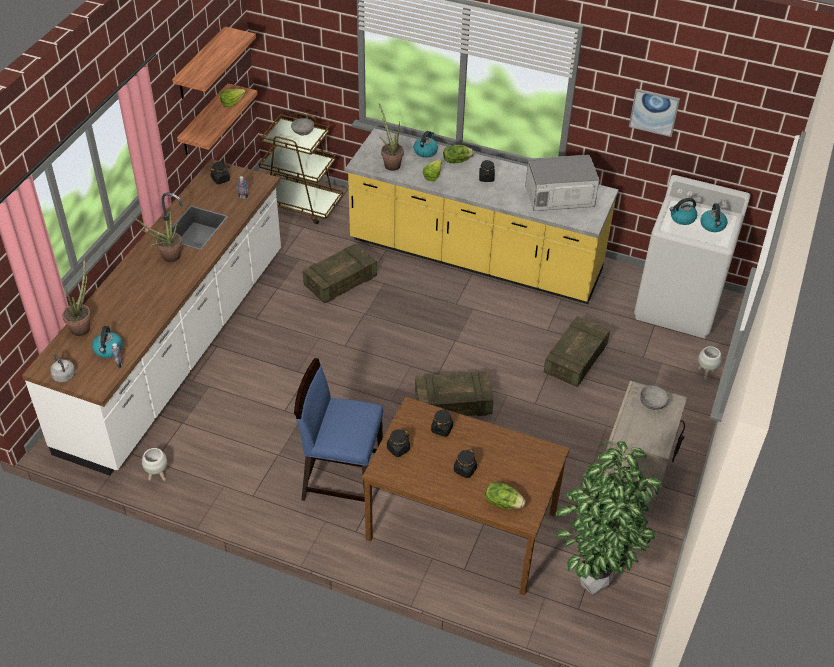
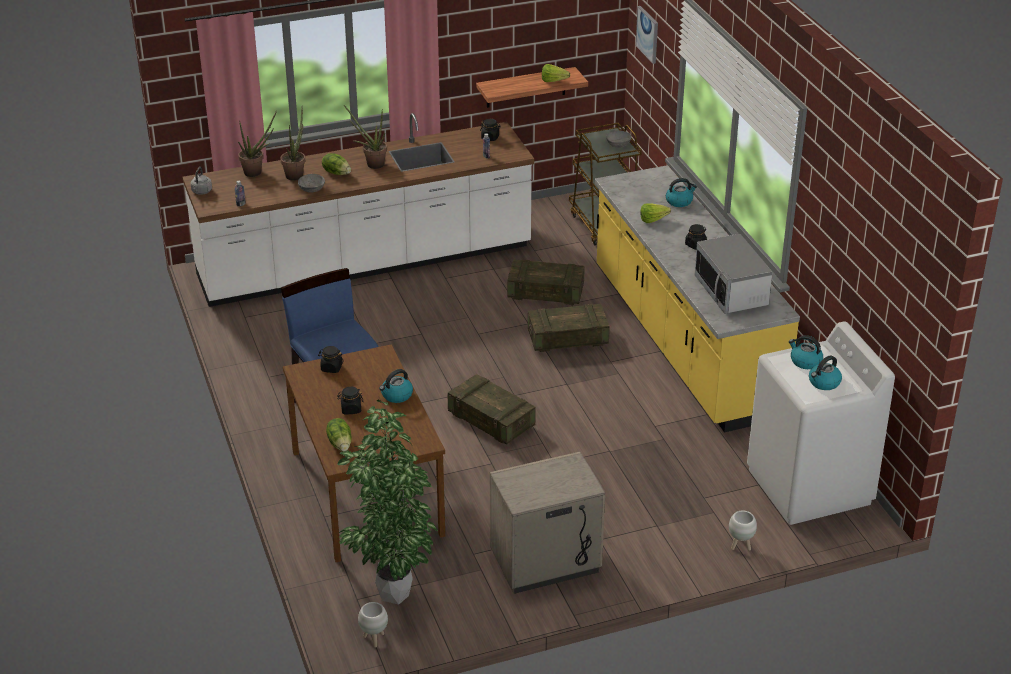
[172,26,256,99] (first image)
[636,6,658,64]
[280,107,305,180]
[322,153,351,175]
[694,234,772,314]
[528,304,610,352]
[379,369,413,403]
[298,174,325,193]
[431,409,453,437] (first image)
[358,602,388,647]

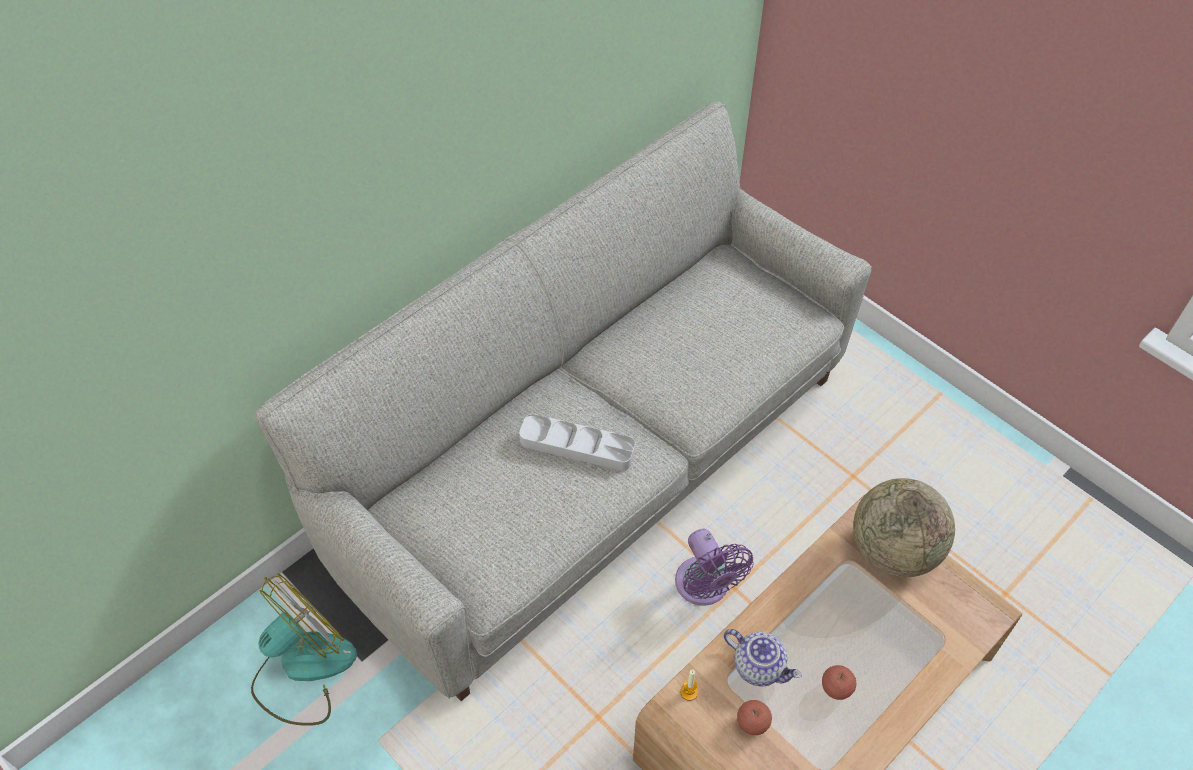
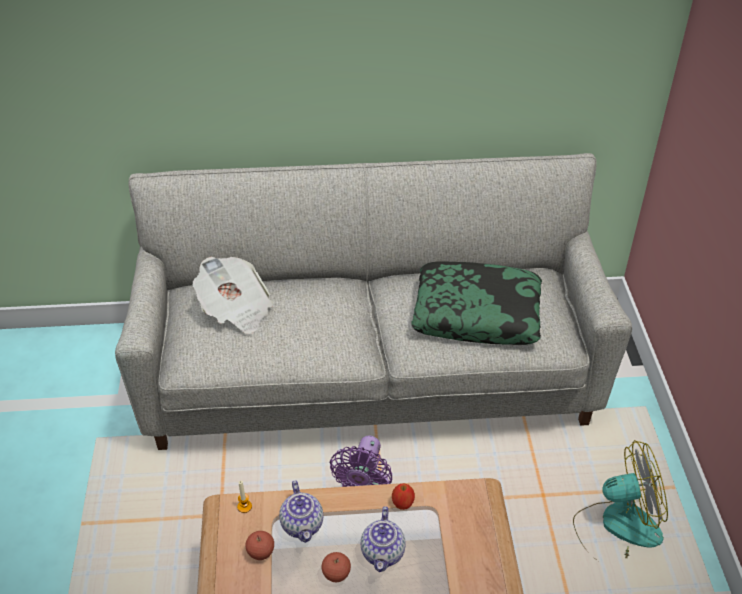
[519,414,636,471] (first image)
[853,478,955,577] (first image)
[573,440,668,561]
[193,257,274,334]
[411,262,542,345]
[392,483,415,510]
[361,506,406,572]

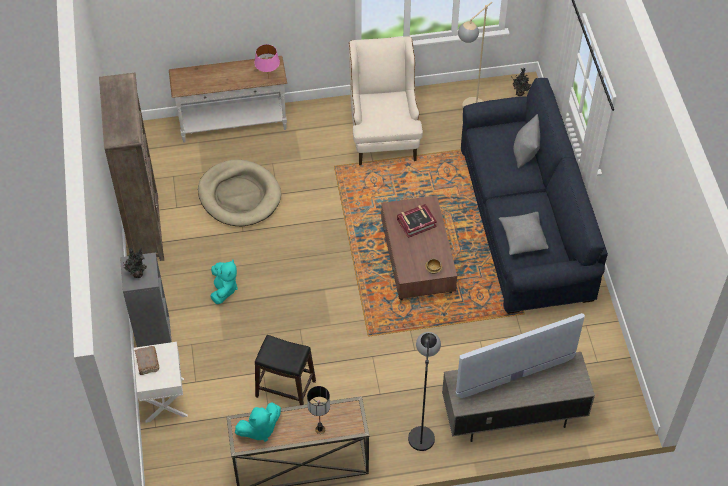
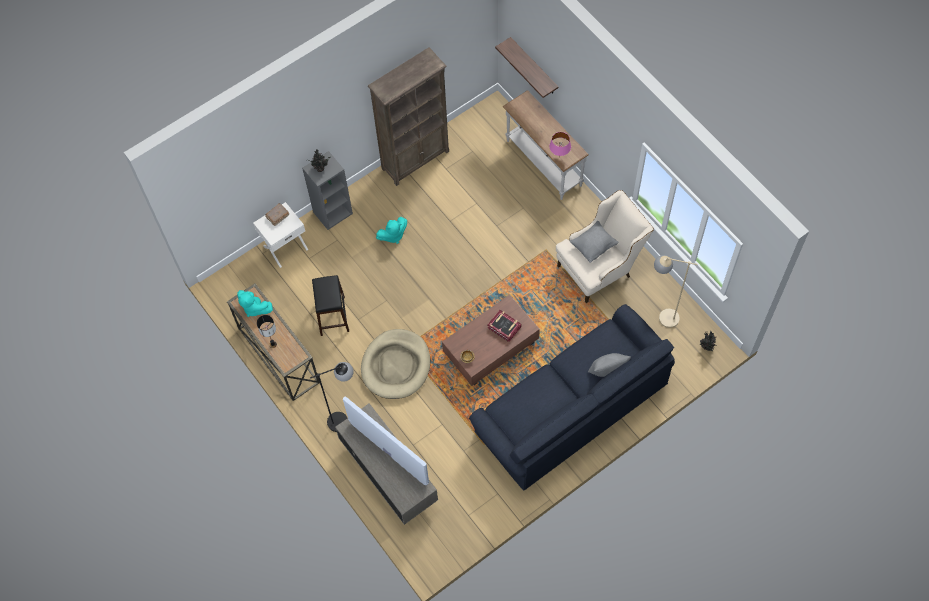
[361,329,430,399]
[570,221,618,263]
[495,37,558,98]

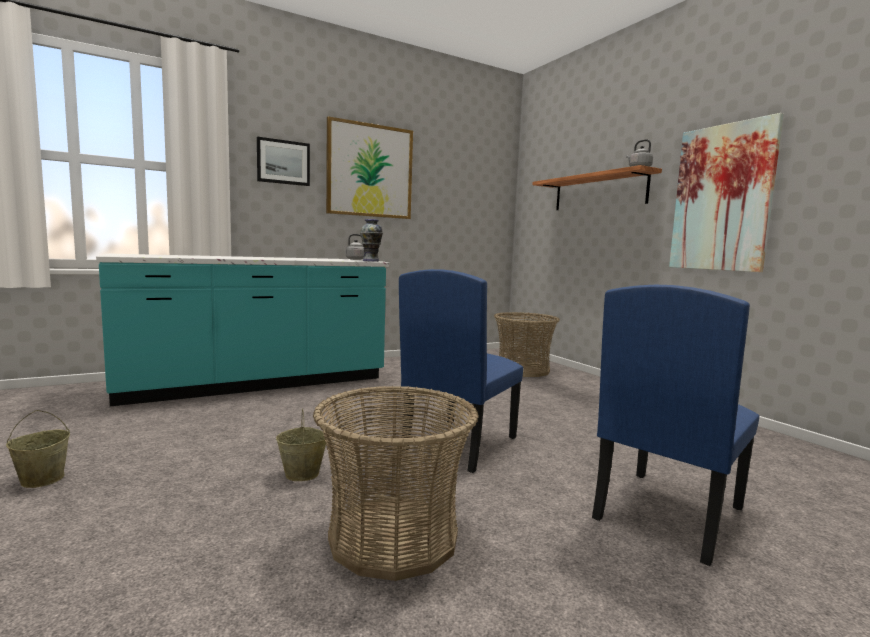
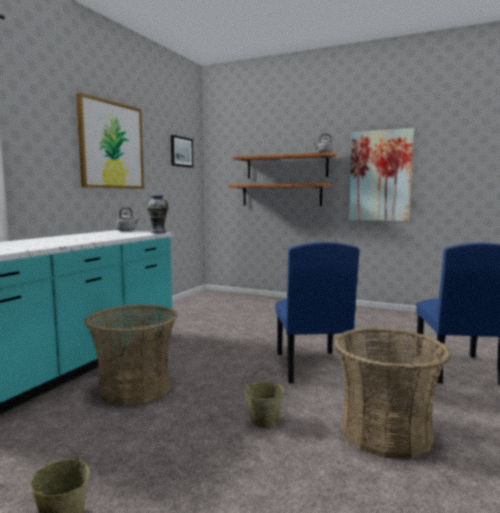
[171,135,193,168]
[84,304,178,405]
[228,184,330,206]

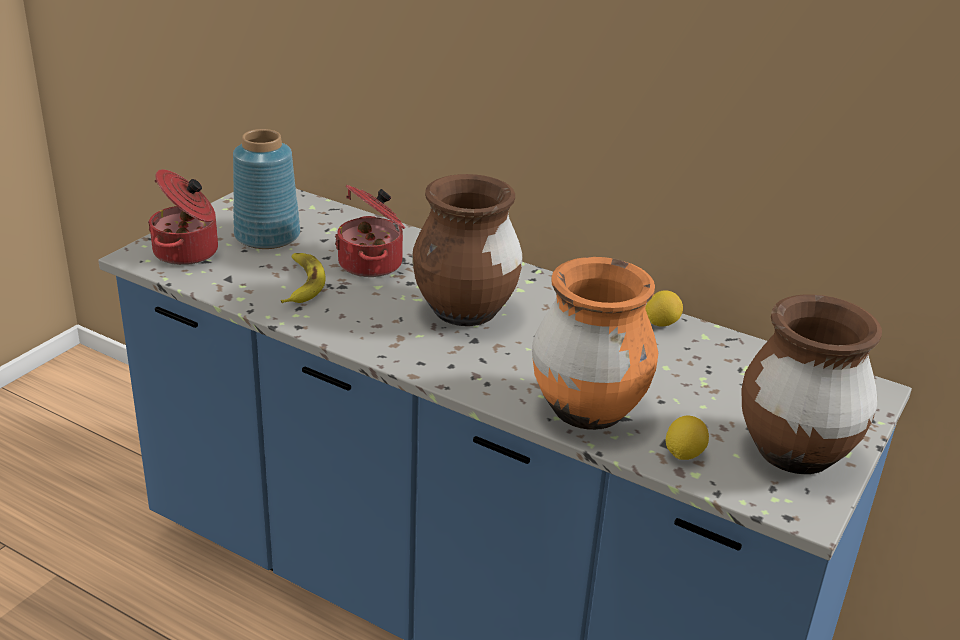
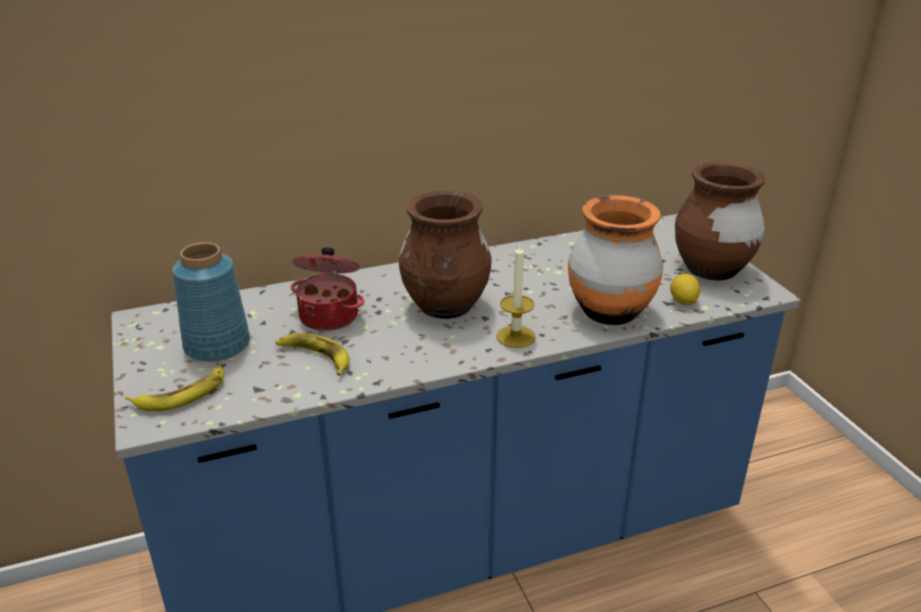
[125,366,225,411]
[645,290,683,327] (first image)
[496,244,536,348]

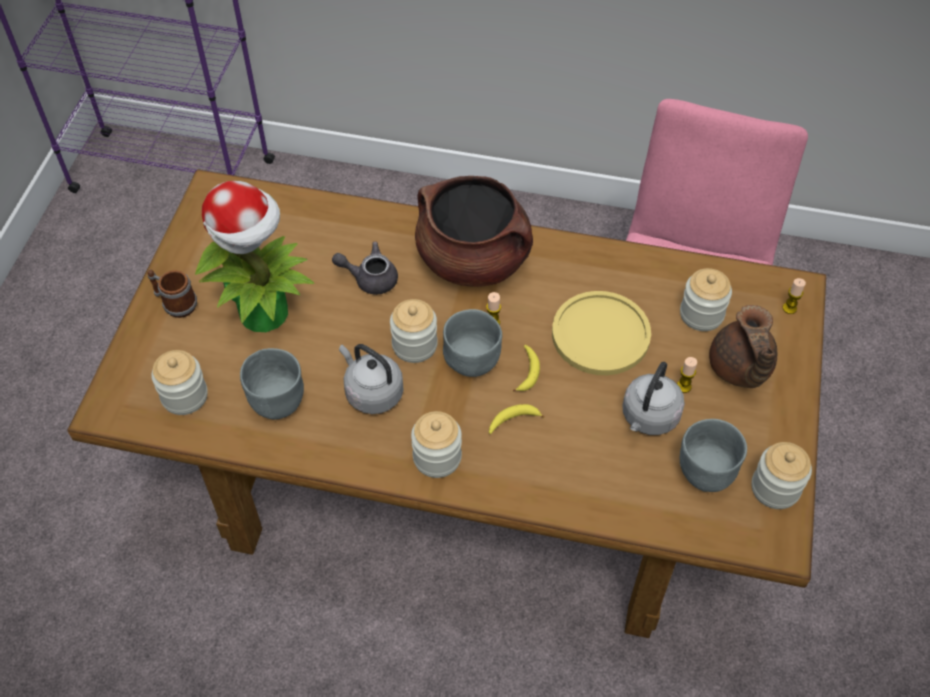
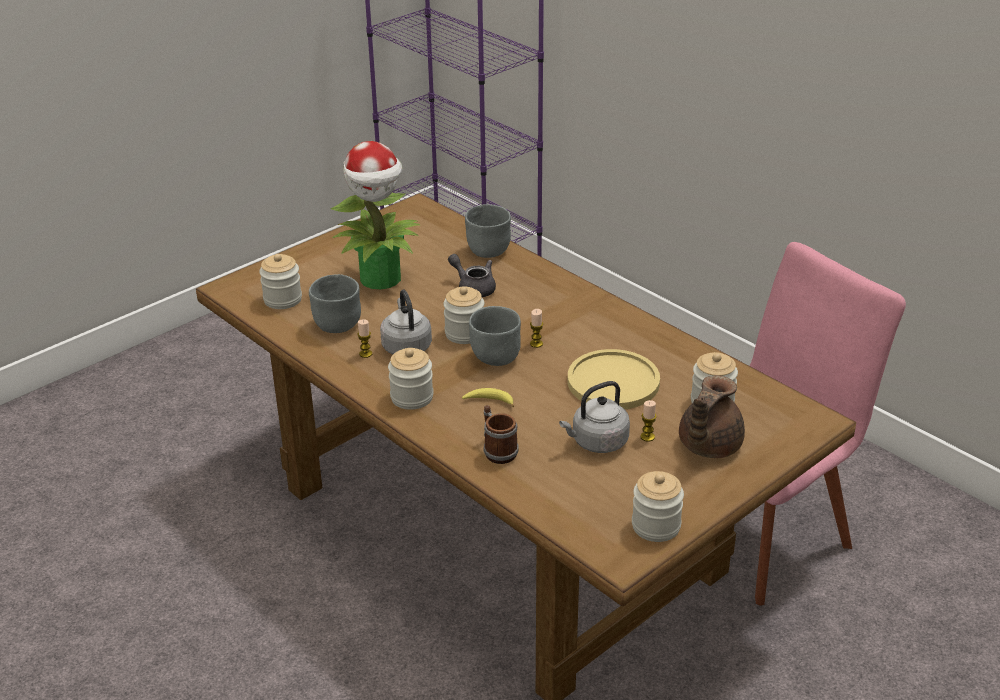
[415,176,533,287] (first image)
[484,405,519,464]
[357,319,372,358]
[513,345,540,392] (first image)
[465,204,511,258]

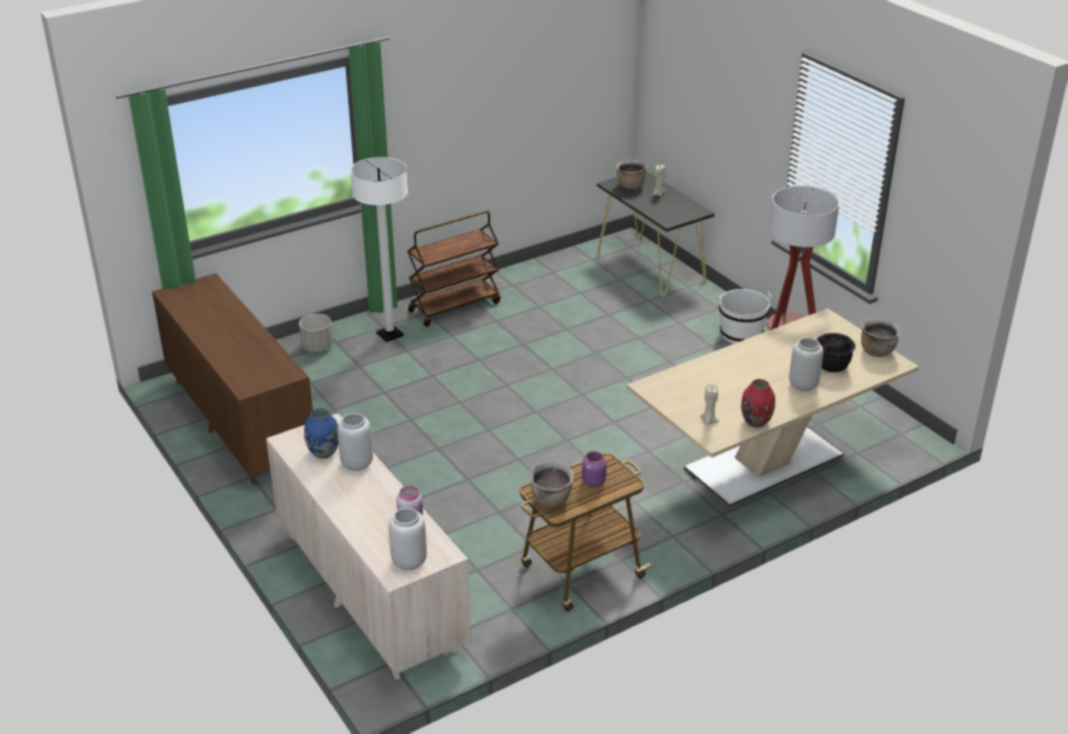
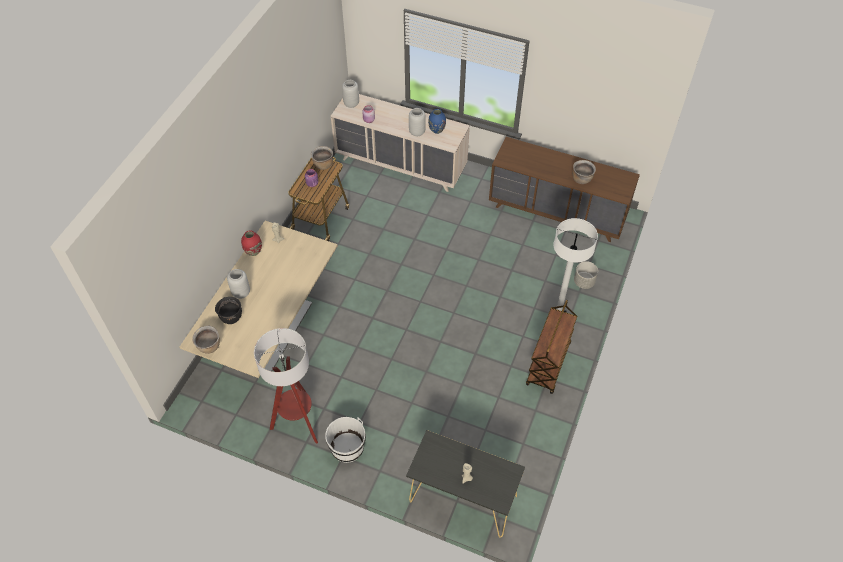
[573,160,596,184]

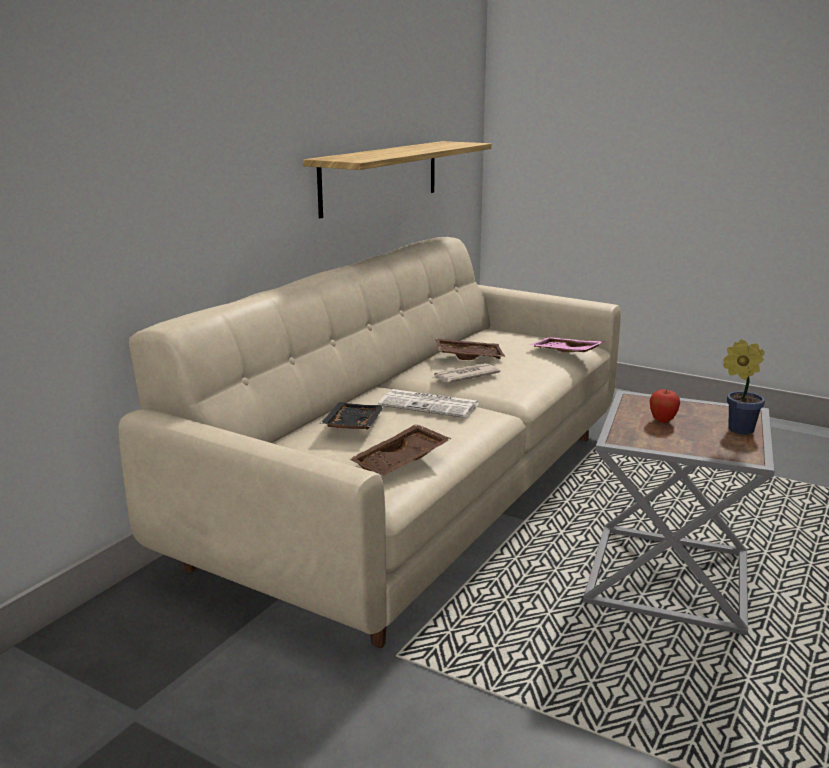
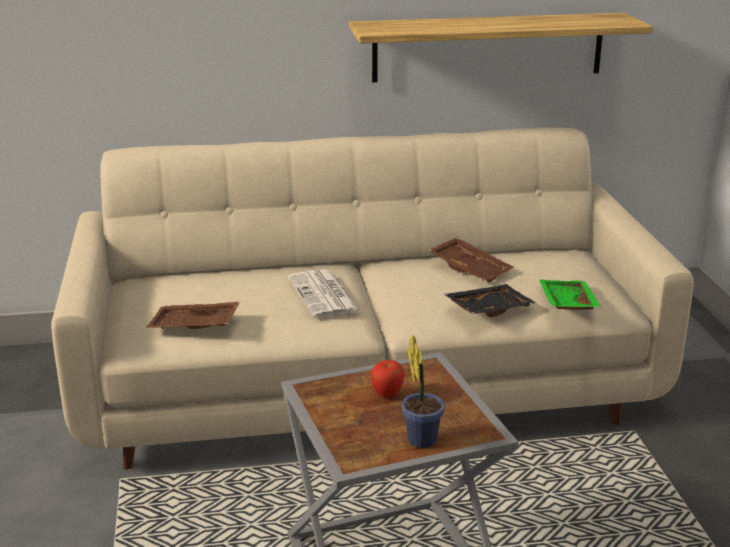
[539,279,601,310]
[432,363,500,383] (first image)
[444,284,536,317]

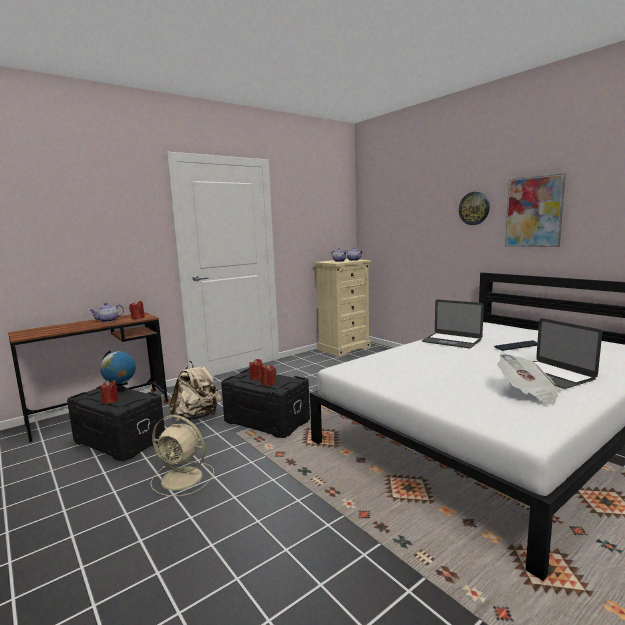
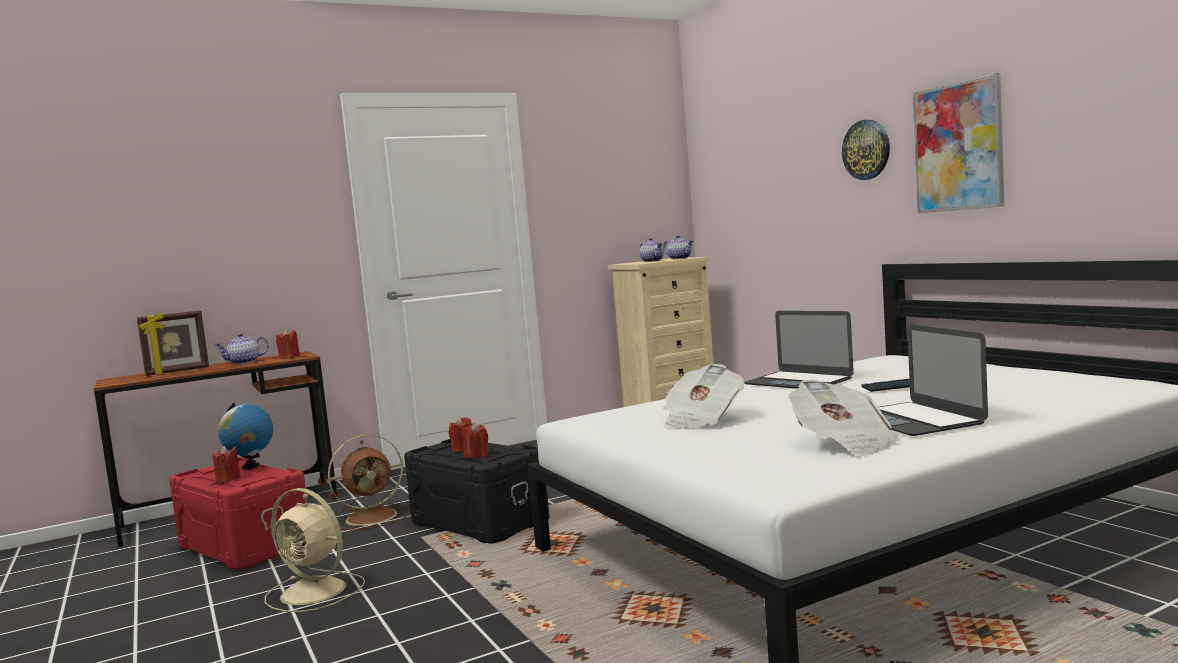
[328,435,410,530]
[169,457,308,570]
[137,310,209,376]
[663,364,745,430]

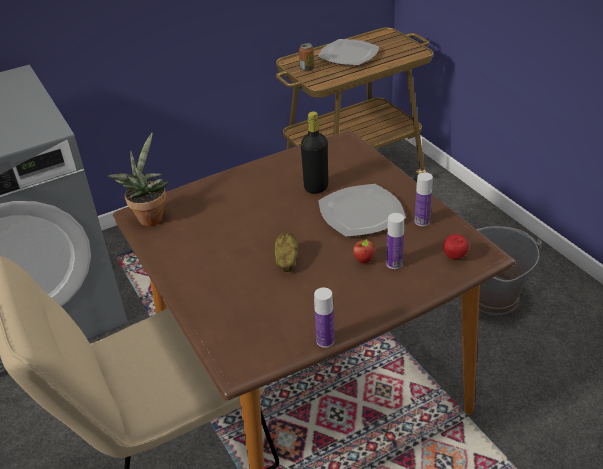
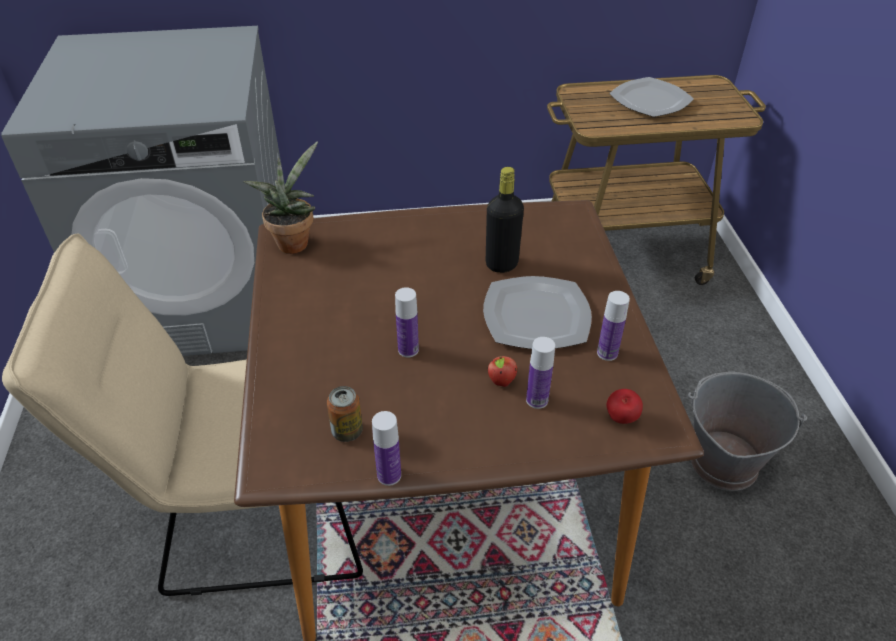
[327,386,363,442]
[395,287,419,357]

